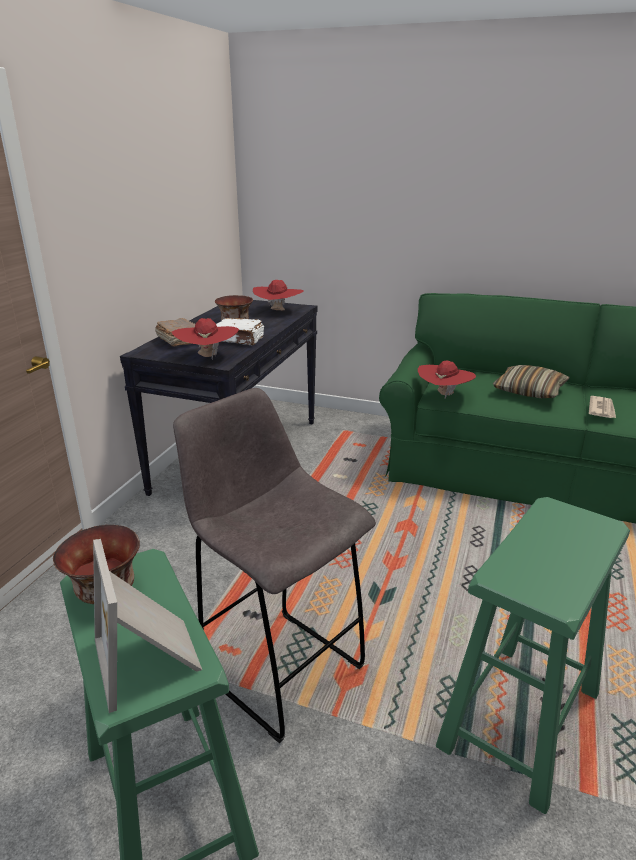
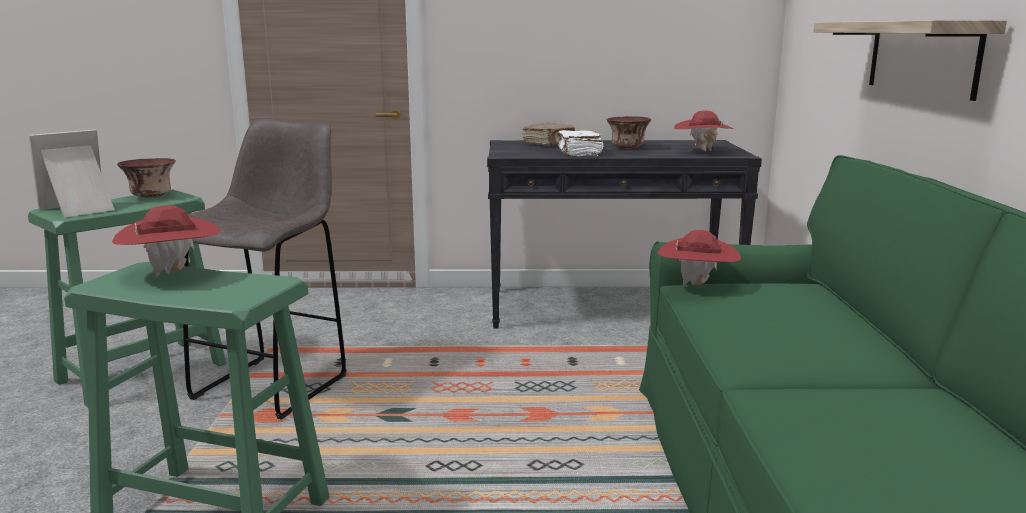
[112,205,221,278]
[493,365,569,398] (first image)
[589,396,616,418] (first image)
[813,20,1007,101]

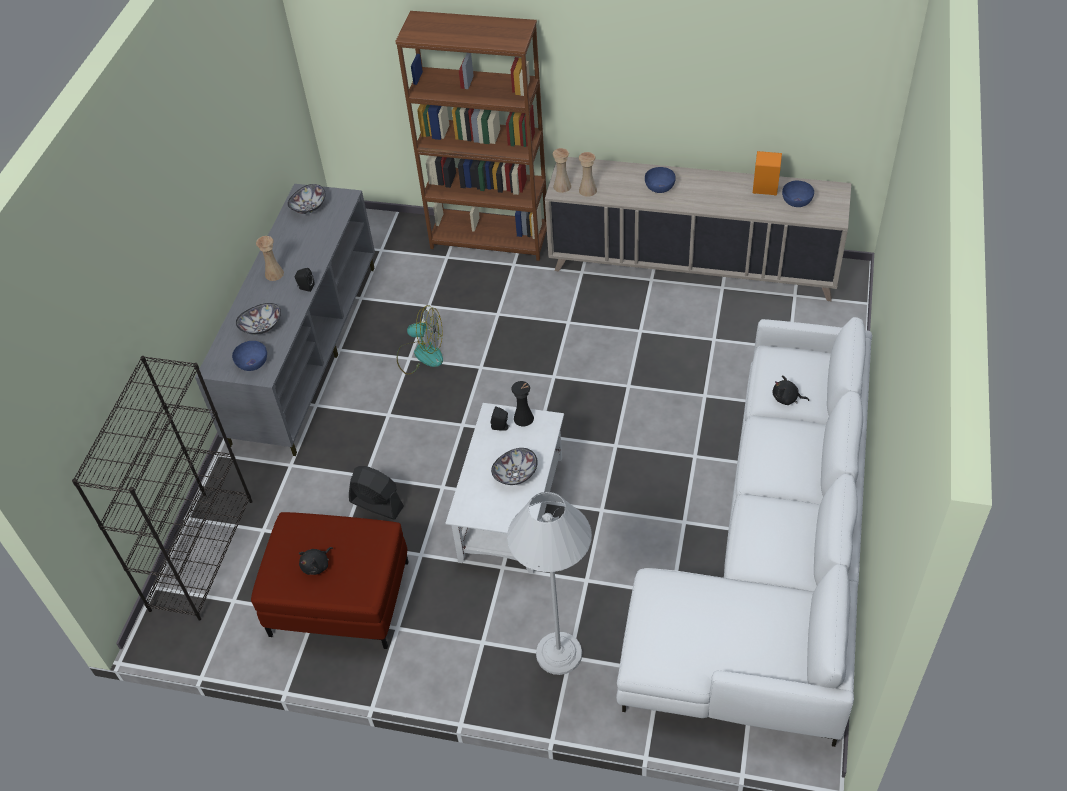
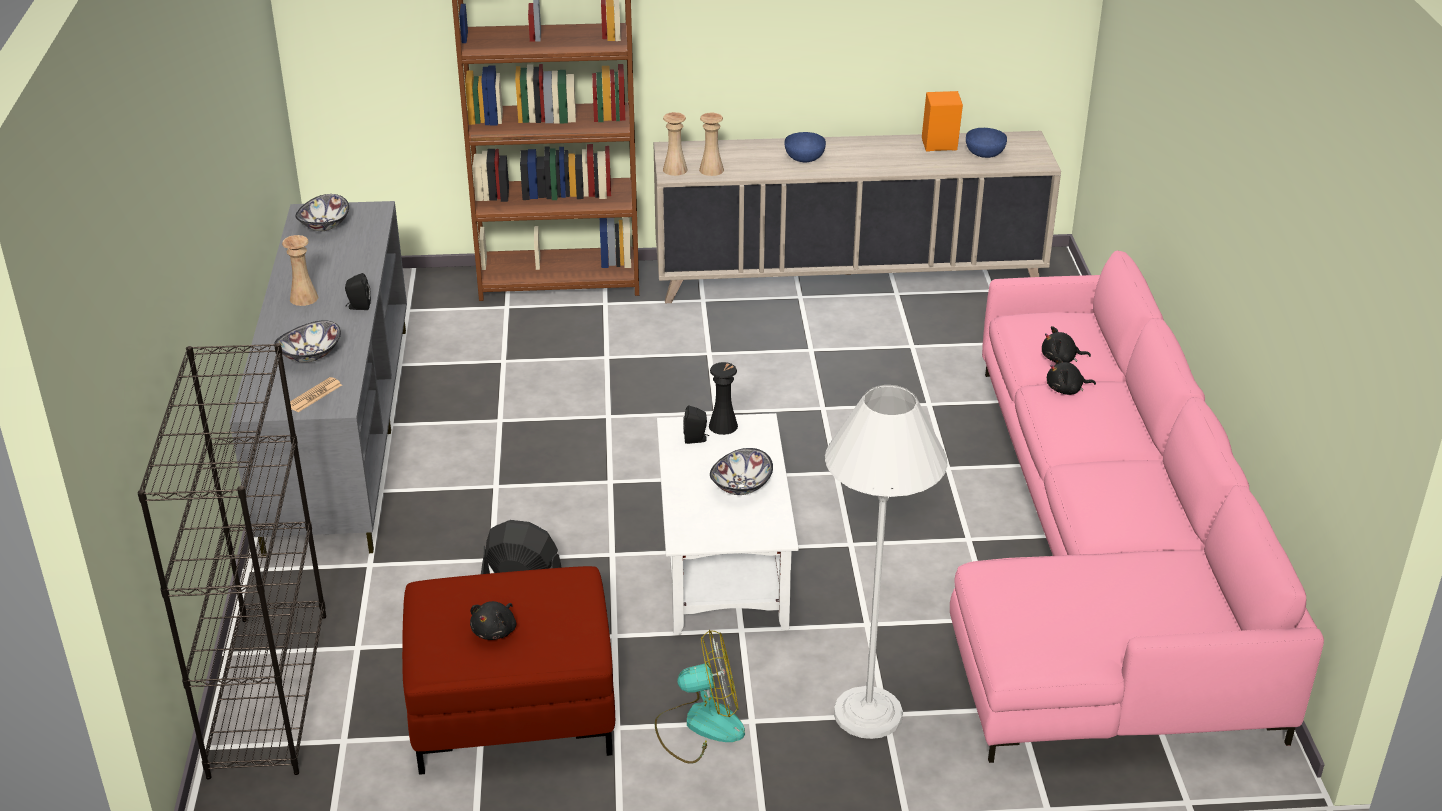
[655,630,745,764]
[950,250,1324,763]
[290,377,342,412]
[1047,357,1096,395]

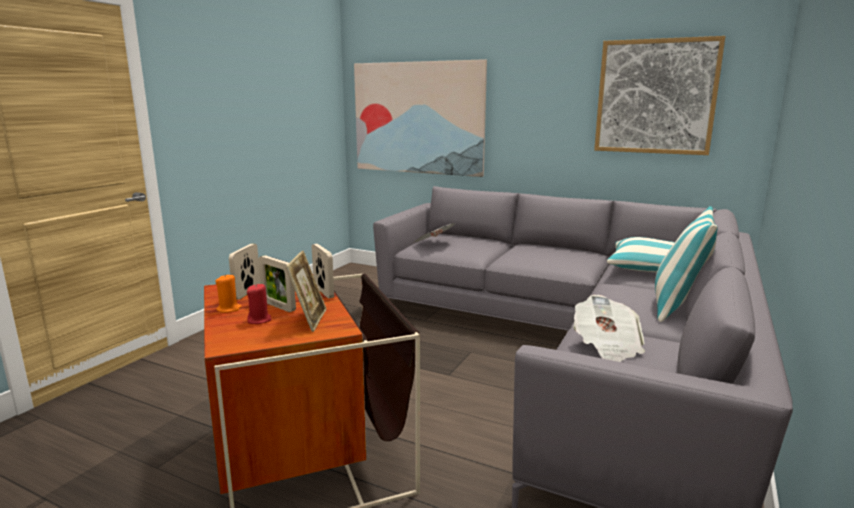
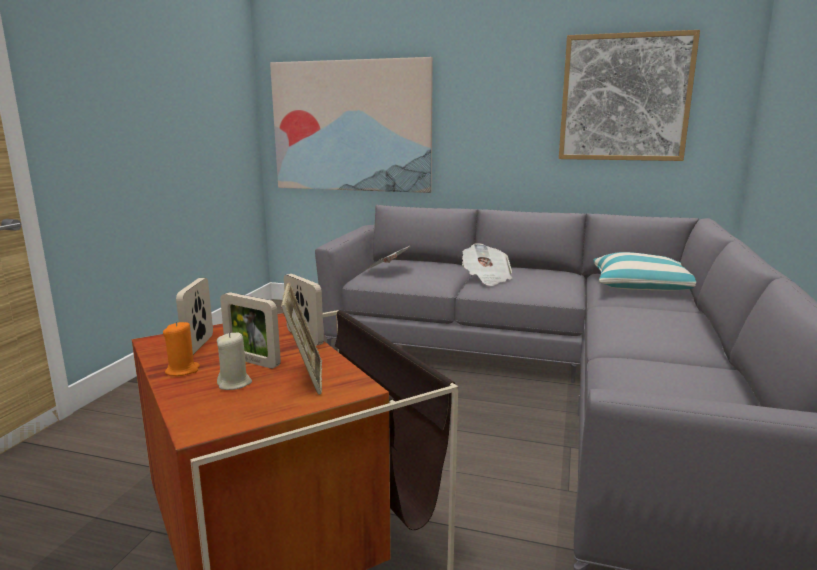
[655,206,718,322] (first image)
[217,332,252,390]
[462,243,513,286]

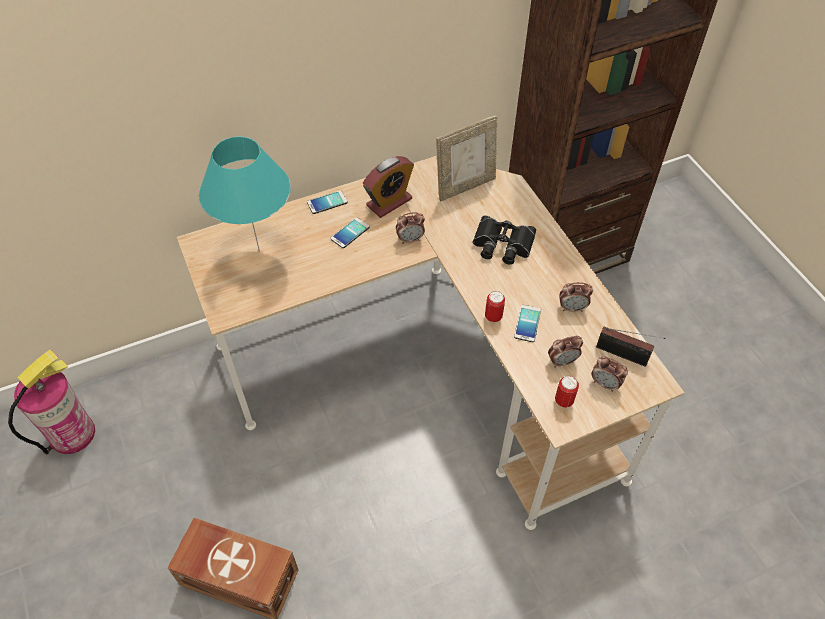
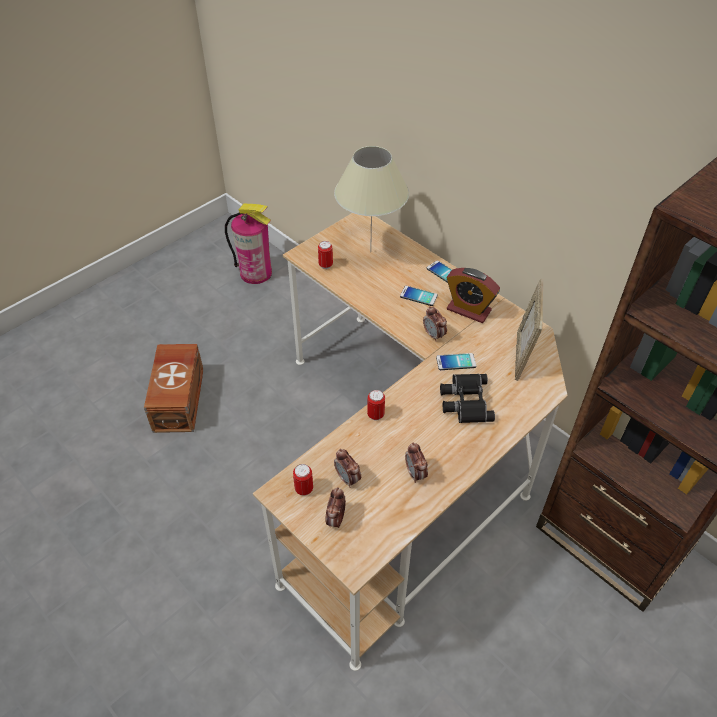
[515,279,543,381]
[334,146,409,252]
[436,353,476,370]
[596,327,665,367] (first image)
[318,241,333,269]

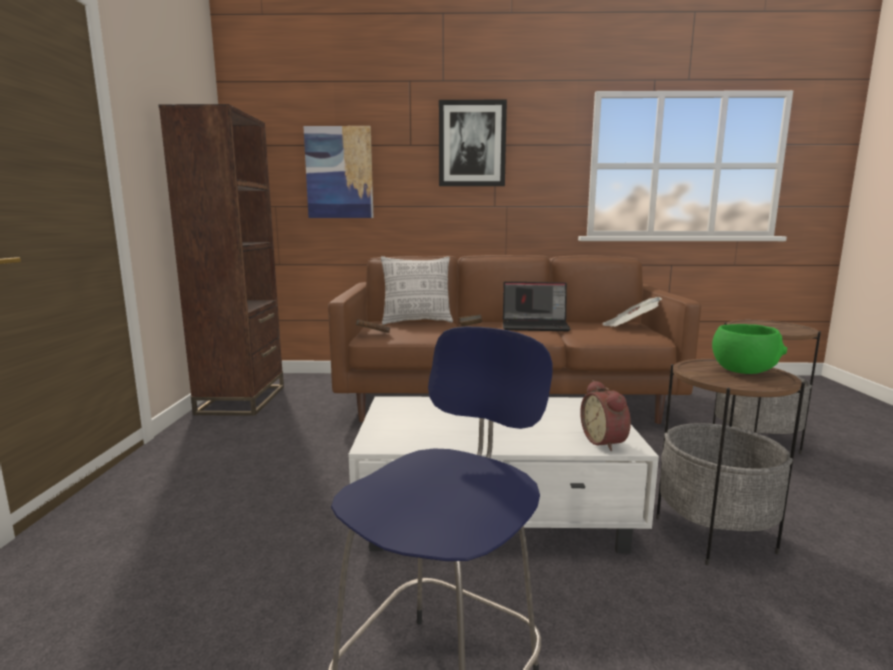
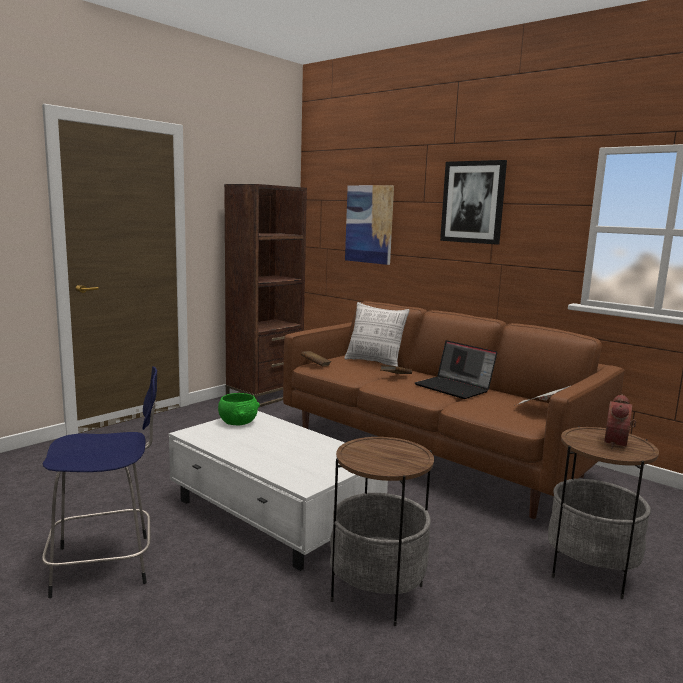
[218,393,260,425]
[604,394,636,449]

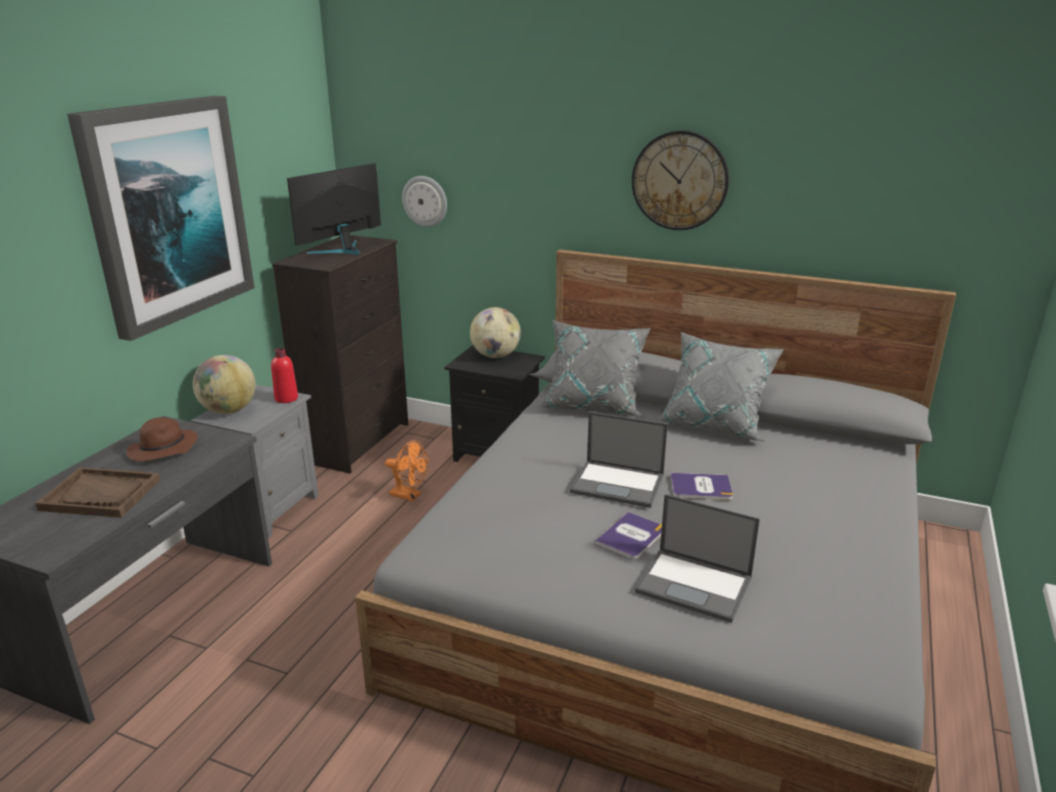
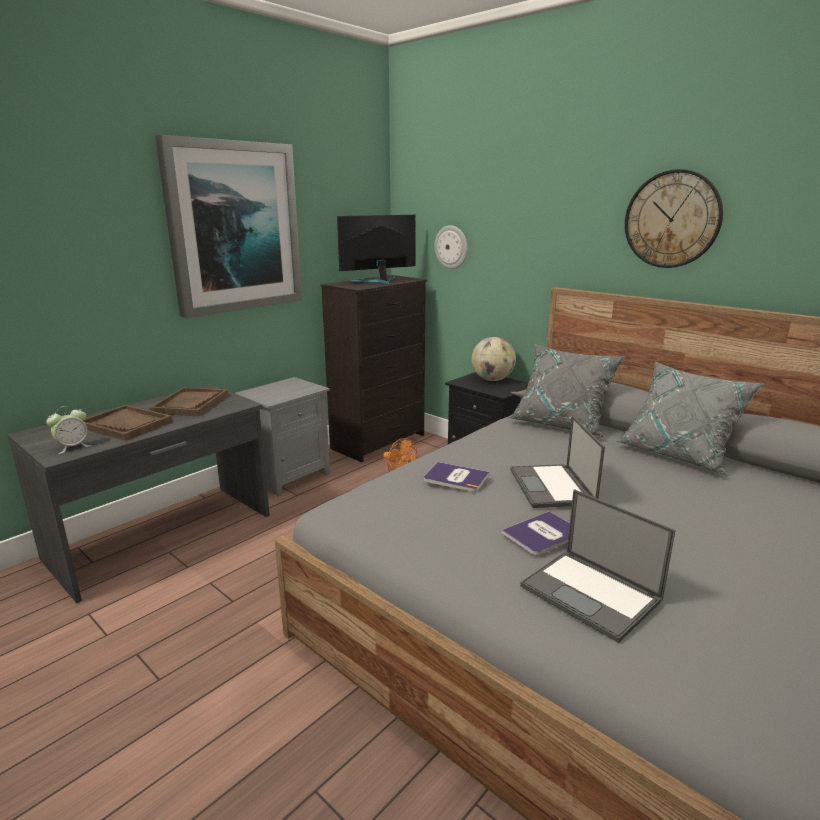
[271,348,298,403] (first image)
[193,355,256,414] (first image)
[510,415,605,508]
[149,387,228,416]
[424,462,489,492]
[46,406,91,454]

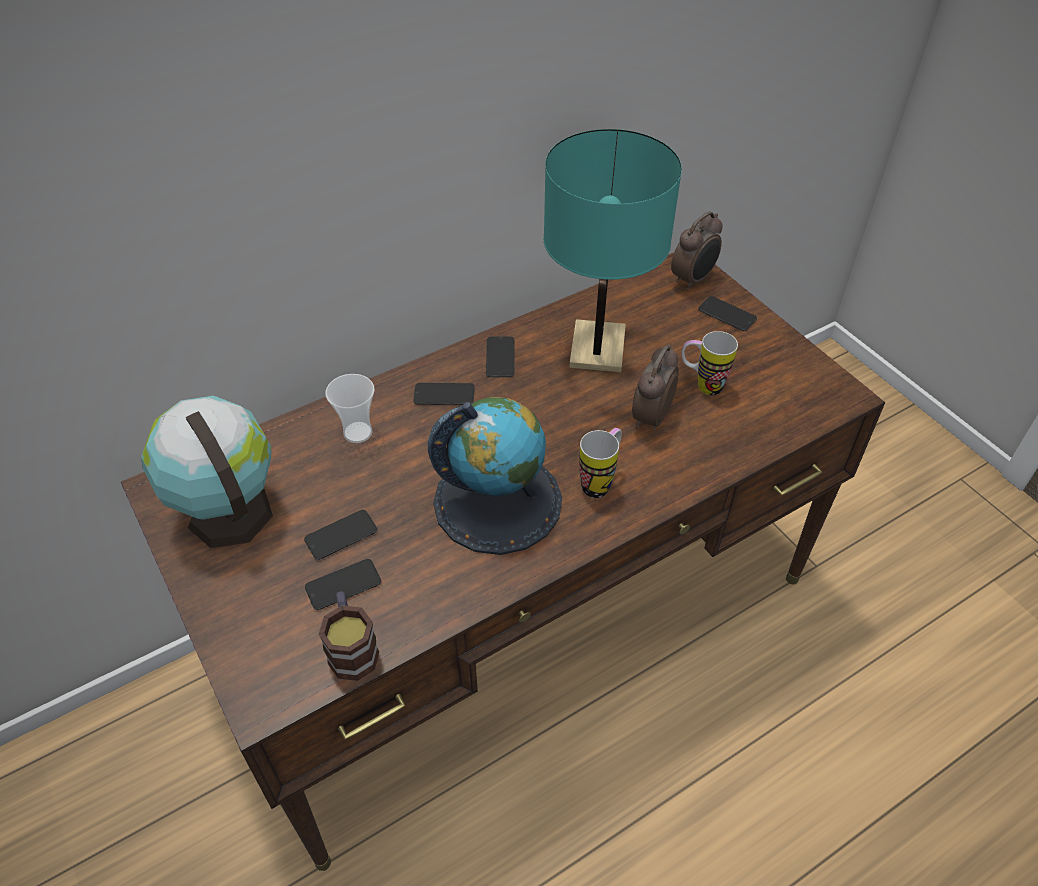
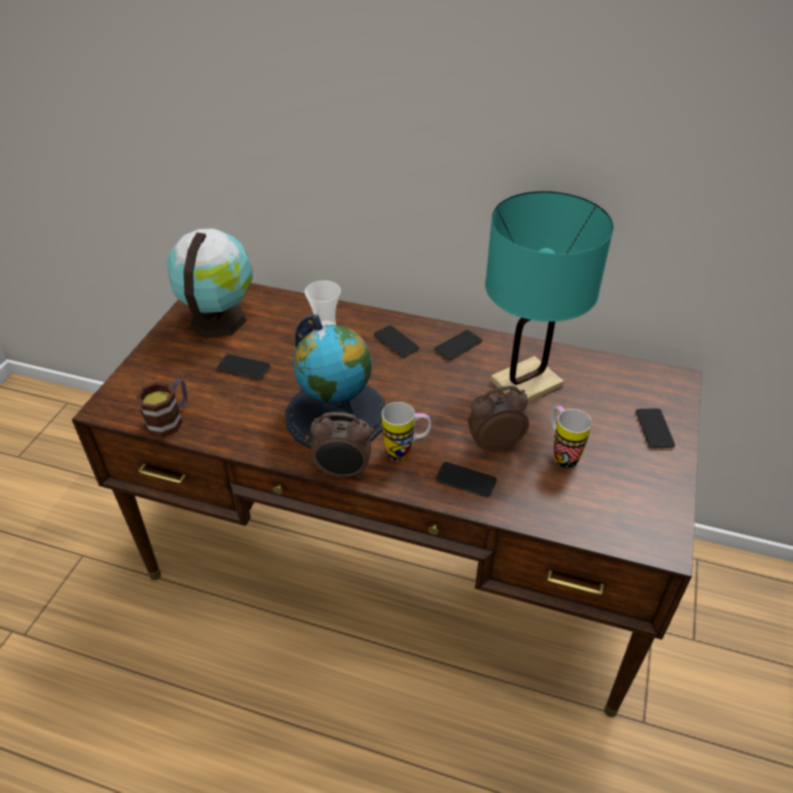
[310,412,371,479]
[435,462,497,498]

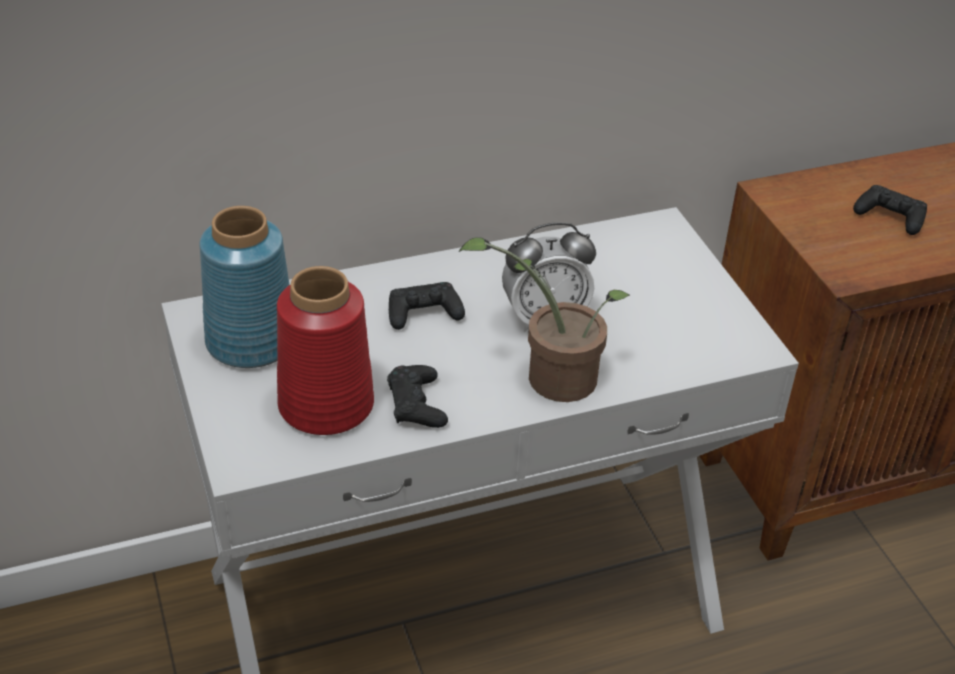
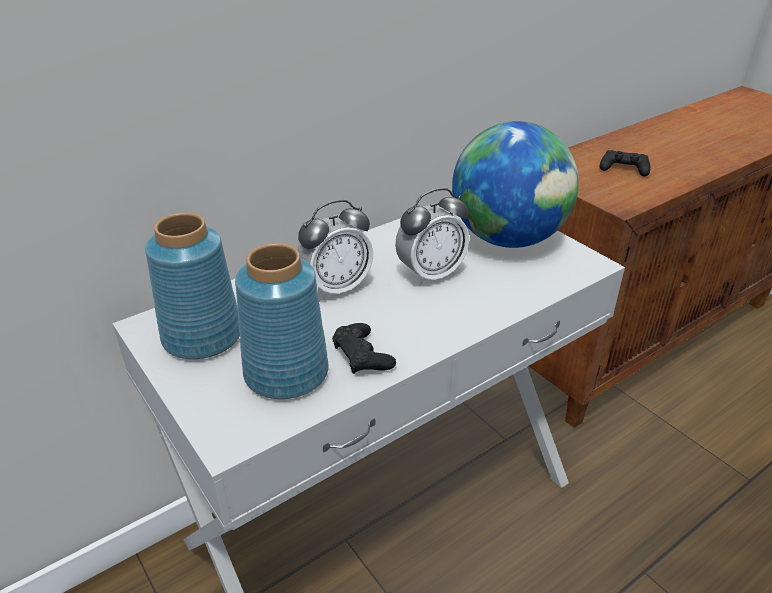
[458,237,631,402] (first image)
[235,243,329,399]
[297,200,373,300]
[452,121,579,248]

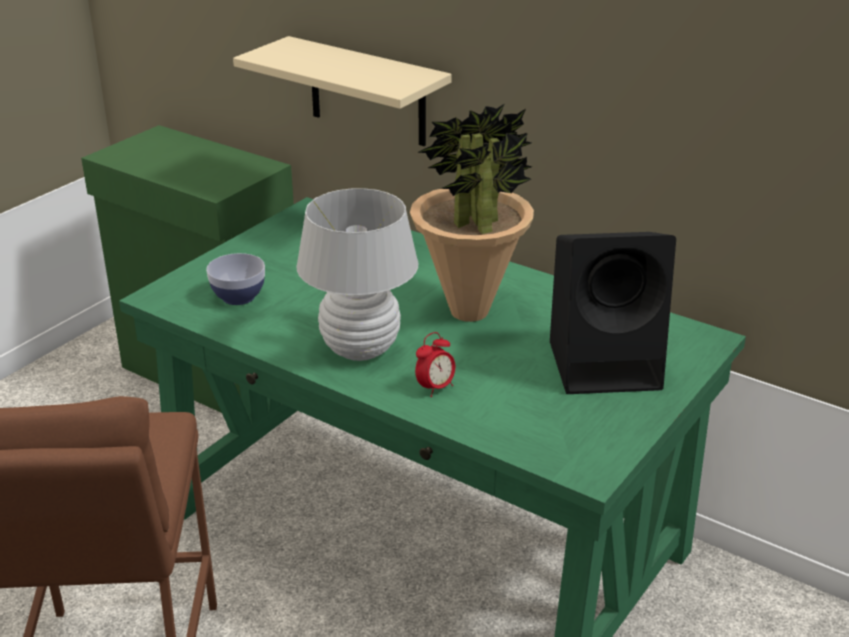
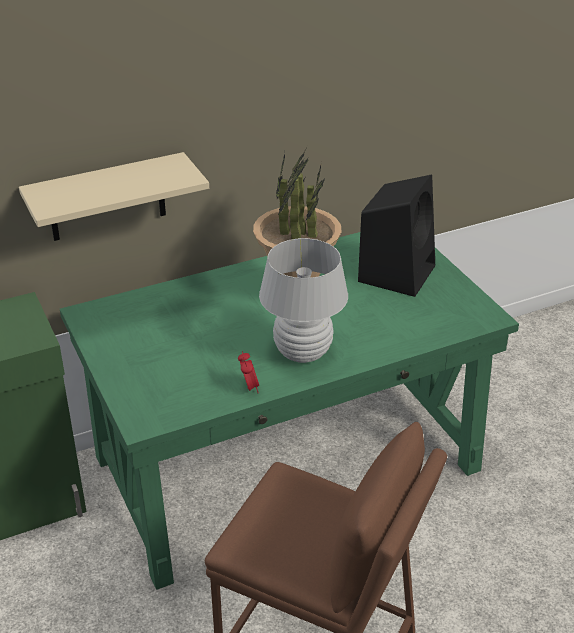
[206,253,265,305] (first image)
[238,352,259,393]

